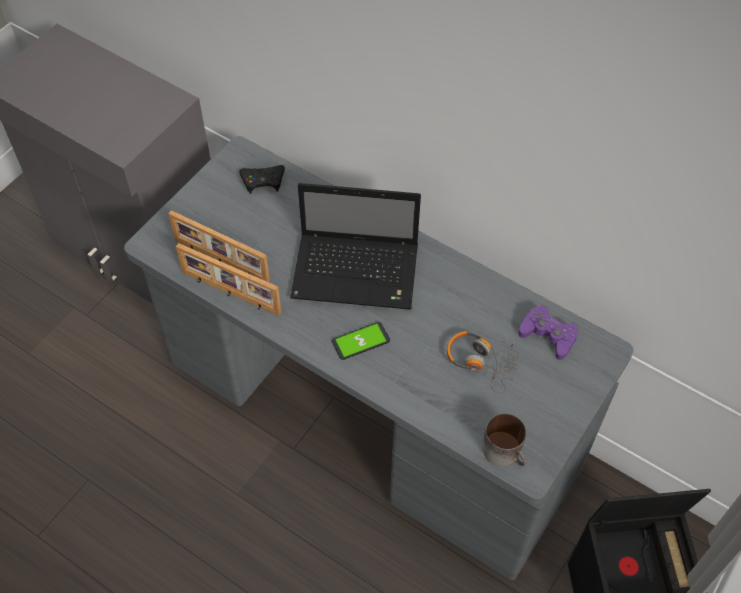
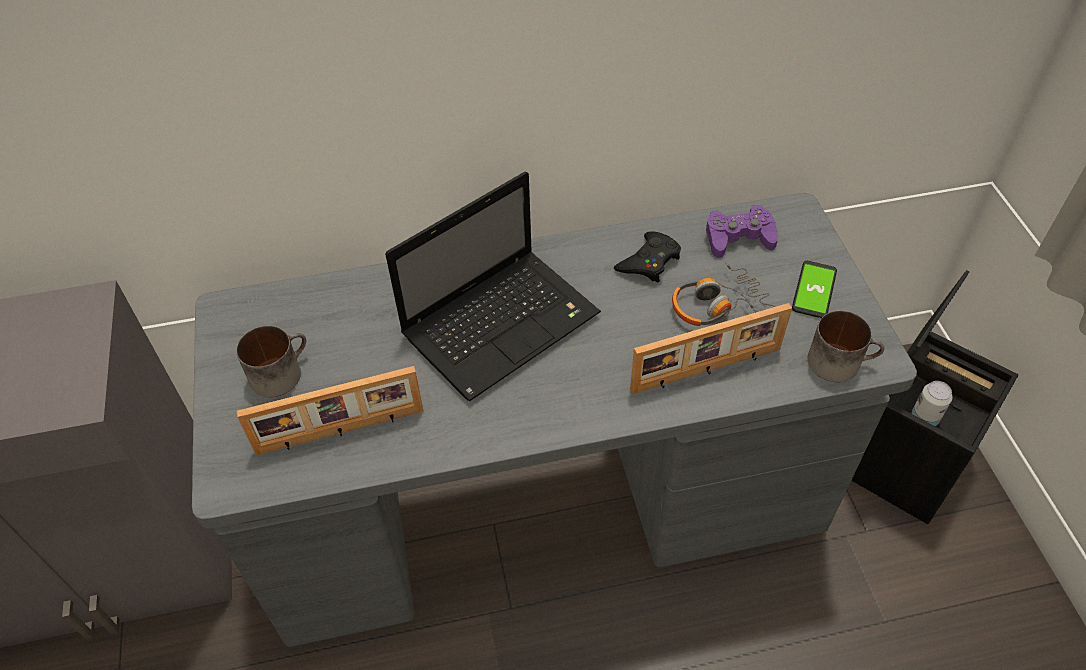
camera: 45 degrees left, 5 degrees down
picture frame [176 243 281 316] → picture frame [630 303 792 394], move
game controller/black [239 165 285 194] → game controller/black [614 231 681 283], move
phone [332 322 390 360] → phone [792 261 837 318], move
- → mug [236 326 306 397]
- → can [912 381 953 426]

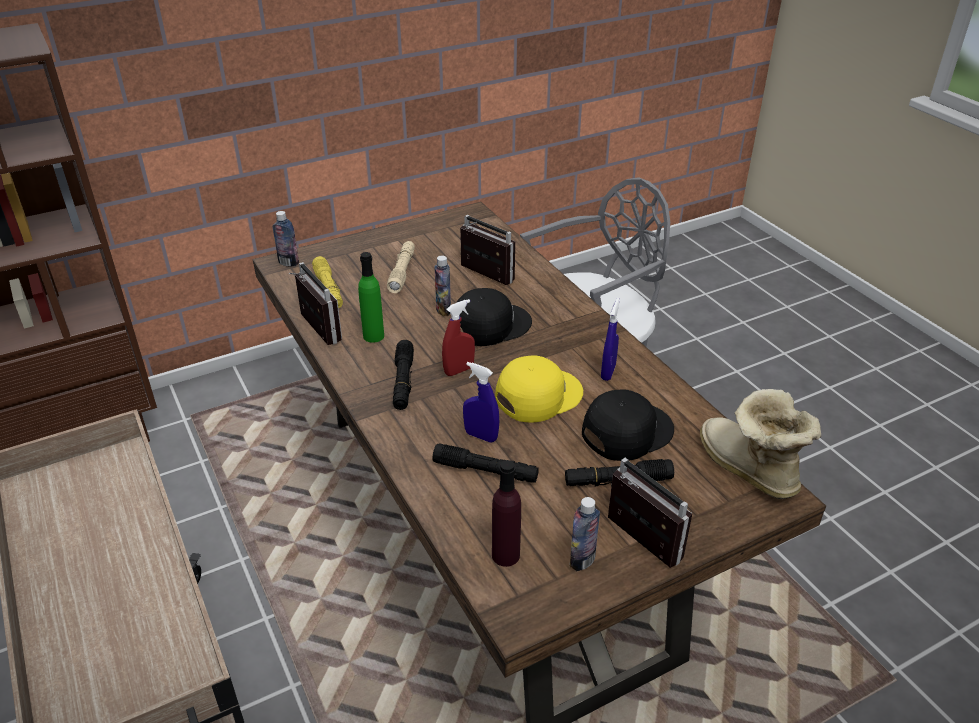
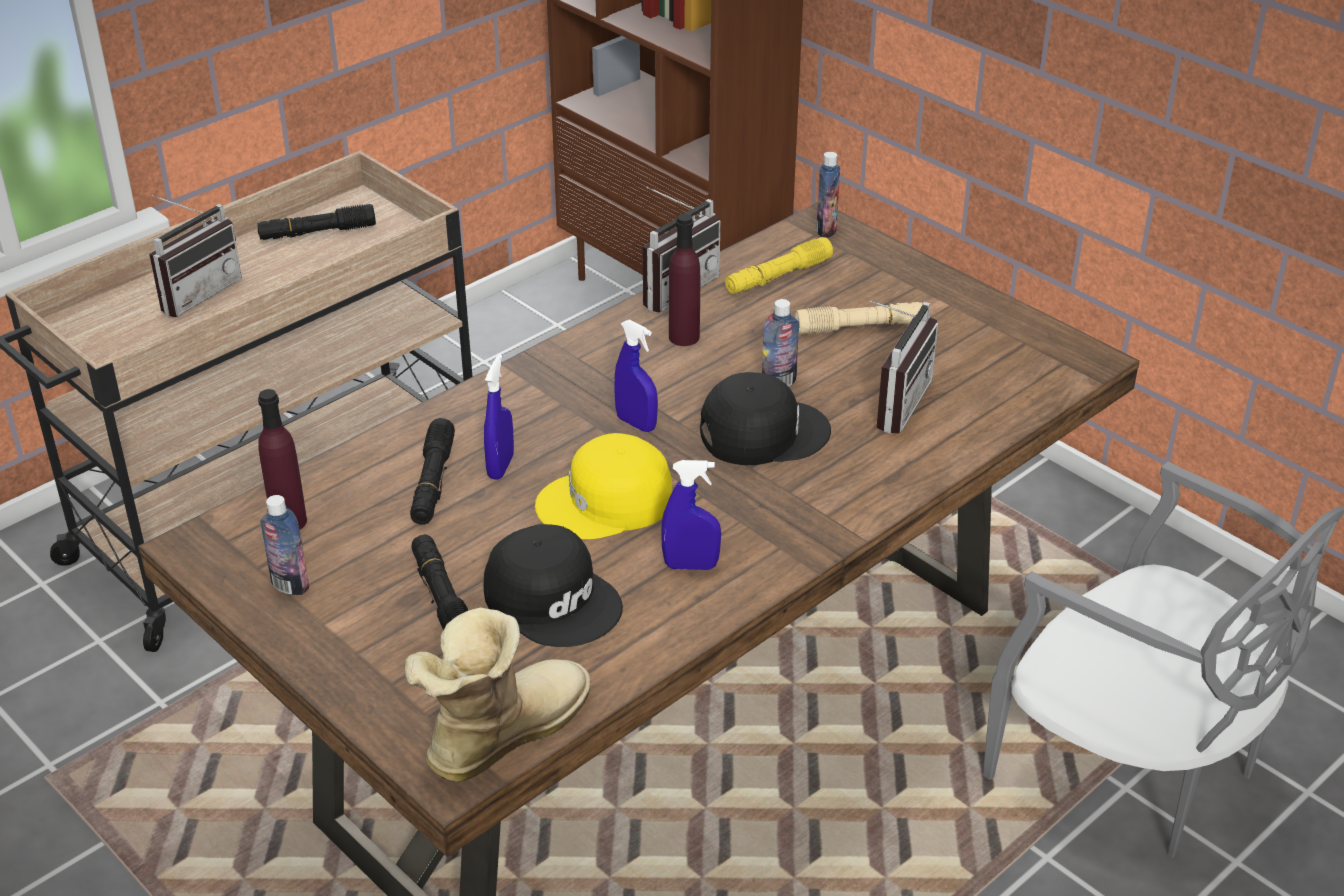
camera: 75 degrees right, 0 degrees up
bottle/green [358 252 384 343] → bottle/purple [669 214 700 346]
flashlight/black [393 340 414 410] → flashlight/black [257 204 376 240], move
spray bottle/red [442 299 475 376] → spray bottle/blue [614 320 658 432]
cap/black [451 288 532 346] → cap/black [700 372 831 465], 60 degrees counterclockwise
cap/yellow [495 356 583 422] → cap/yellow [535 433 672 539], 120 degrees clockwise
radio [608 458 692 568] → radio [149 195 242 317], move

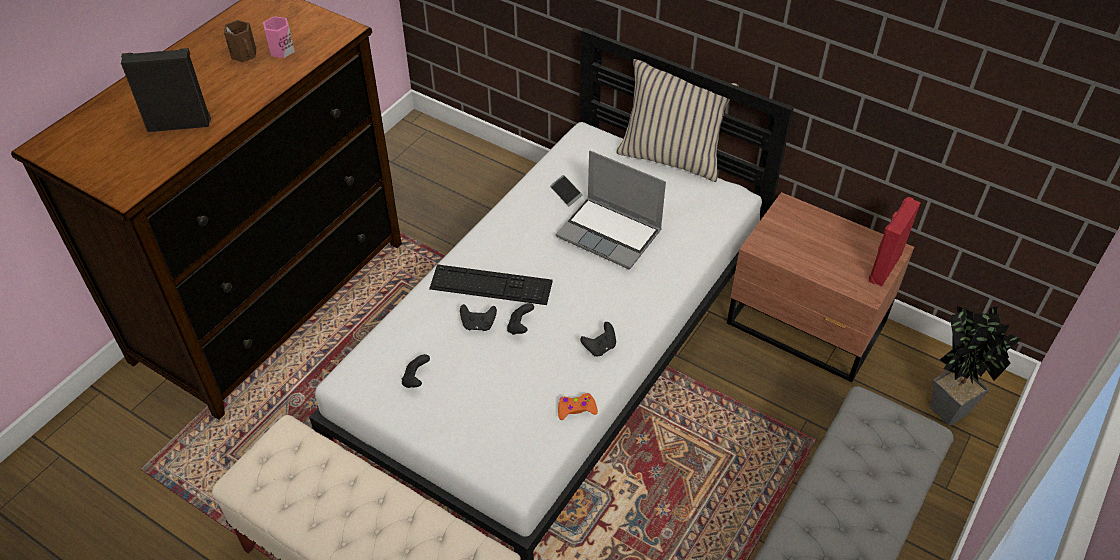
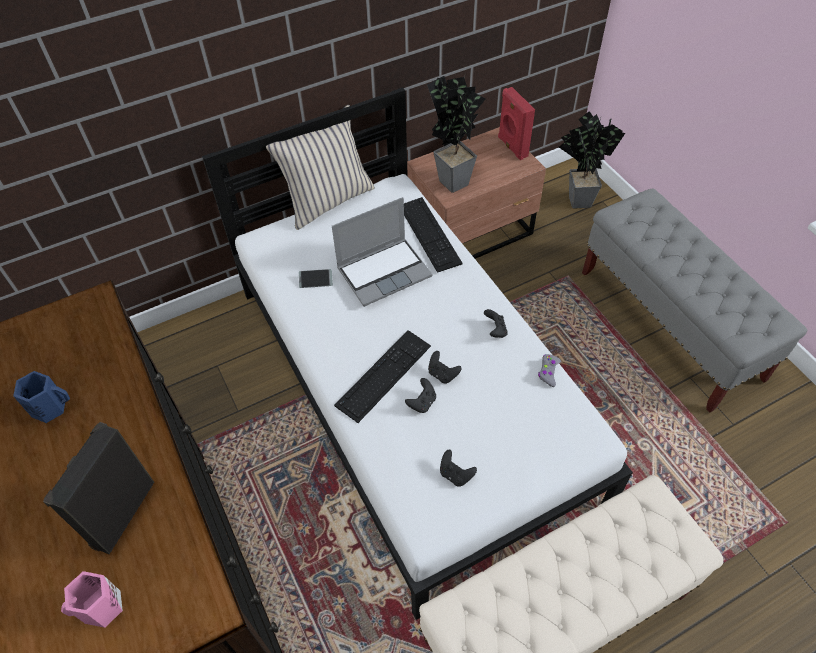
camera: 60 degrees left, 5 degrees up
mug/brown [224 20 256 62] → mug/blue [13 371 70 423]
mug/pink [263 16 295 58] → mug/pink [61 571 123 628], move
game controller/orange [558 393 598 420] → game controller/grey [538 354 561 387]
- → keyboard [404 197 462 273]
- → potted plant [427 76 486 193]

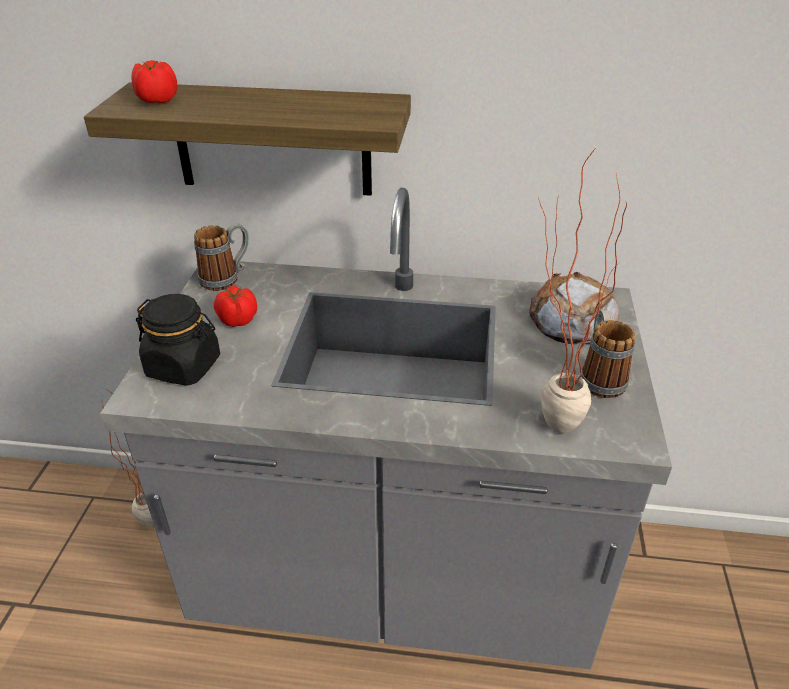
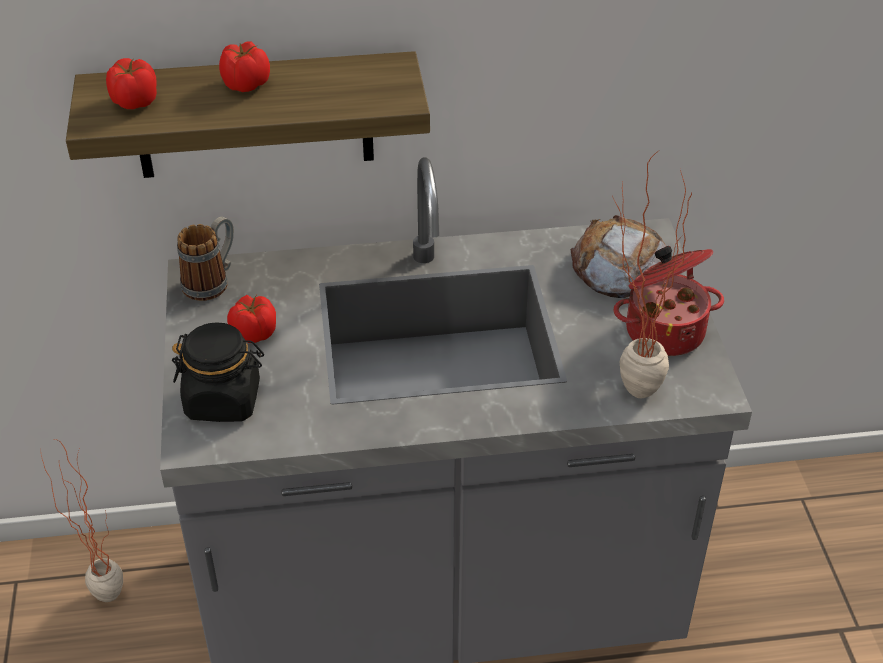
camera: 15 degrees left, 5 degrees up
mug [580 310 635 398] → cooking pot [614 246 724 356]
- → tomato [219 41 270 92]

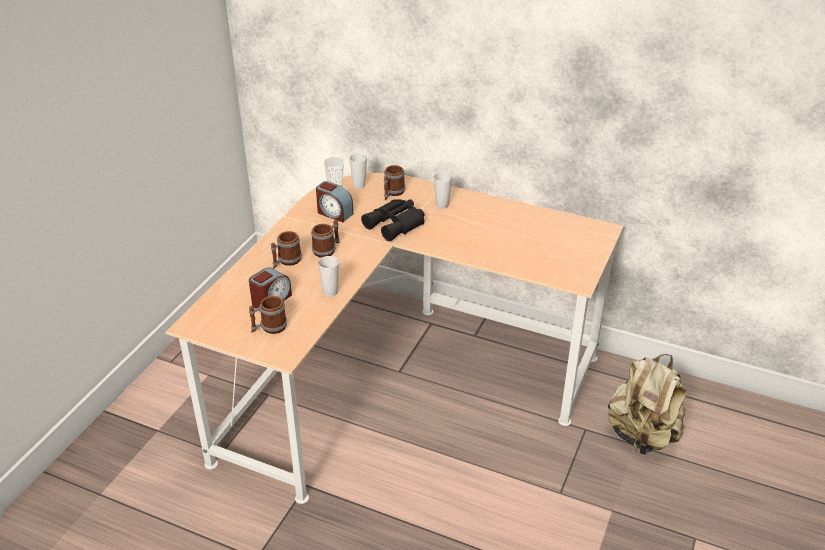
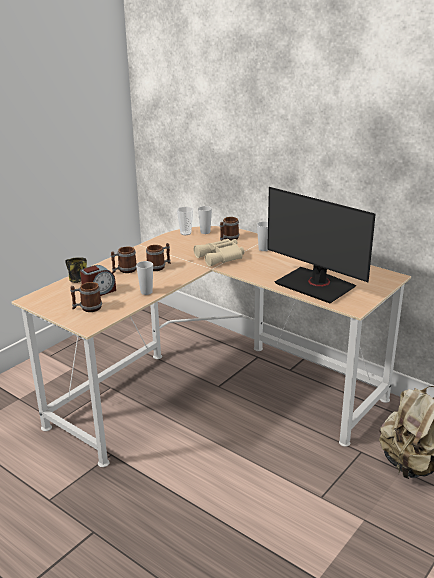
camera: 15 degrees right, 10 degrees down
alarm clock [316 181 353 222] → -
binoculars/black [361 199 424 241] → binoculars/beige [194 239 244 267]
- → mug [65 257 87 283]
- → monitor [267 187 376 303]

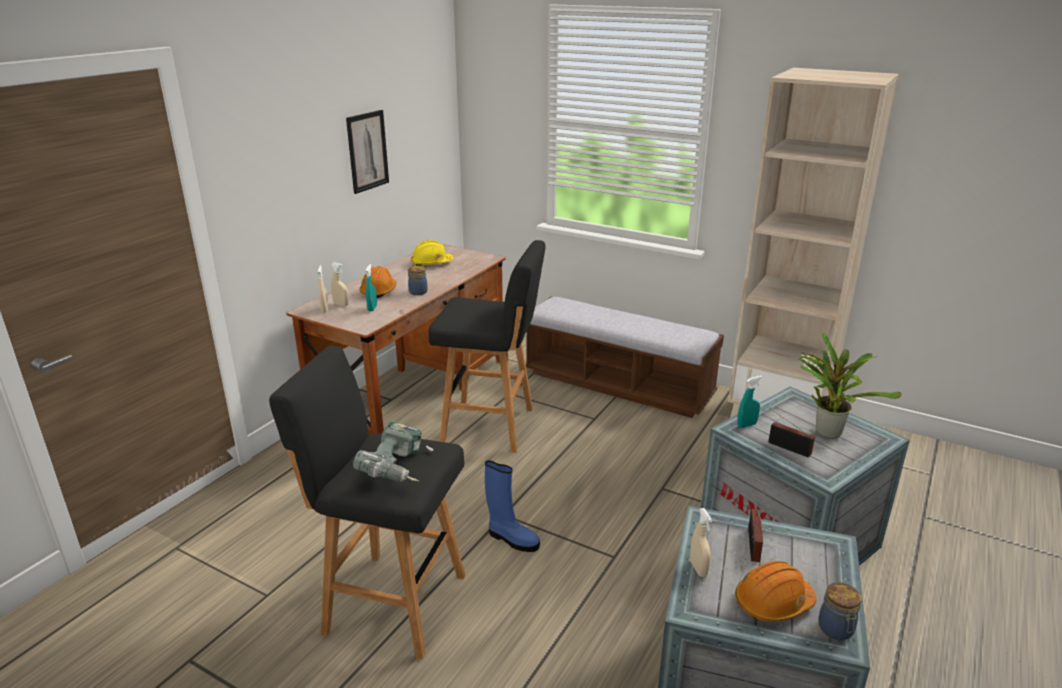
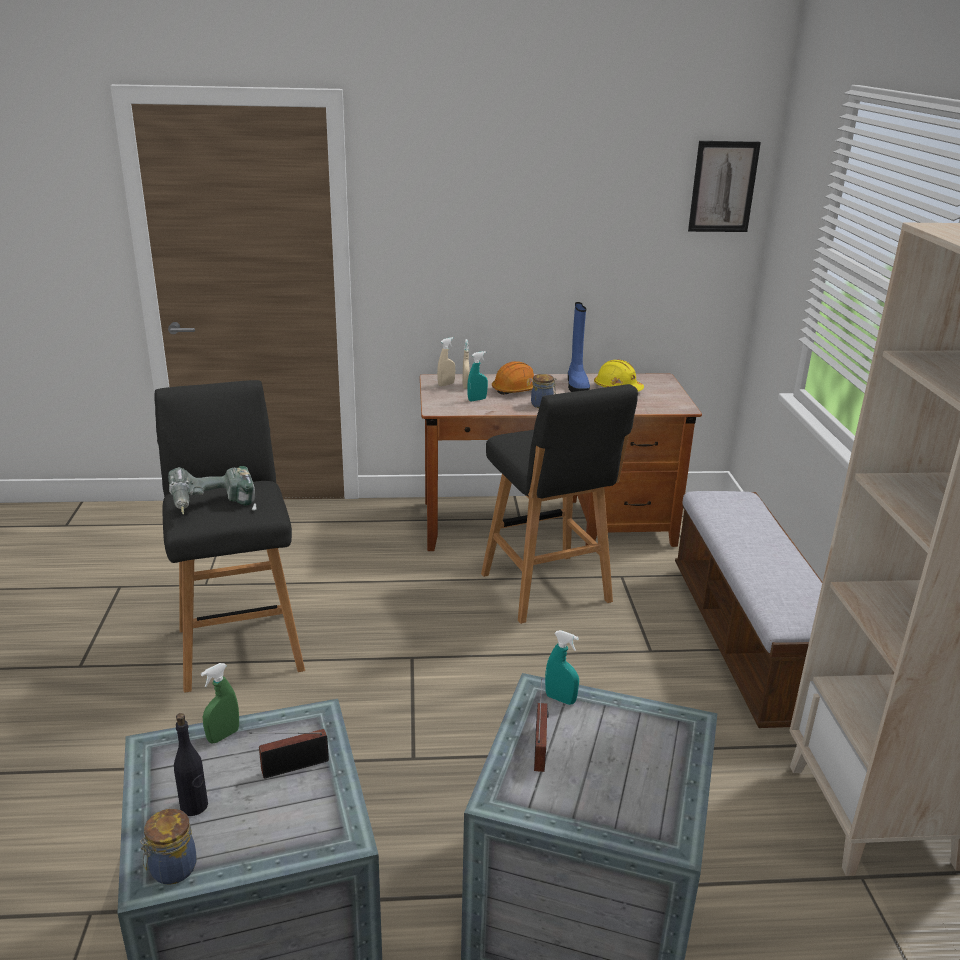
camera: 55 degrees right, 0 degrees up
picture [346 110 389 194] → picture [688 141 761 232], move
boot/blue [485 460 540 552] → boot/blue [568 302 590 392], move
spray bottle/beige [690 508 712 577] → spray bottle/green [201 663 239 744]
hard hat/orange [735 561 816 622] → bottle/black [174 713 208 816]
potted plant [798 333 902 439] → -

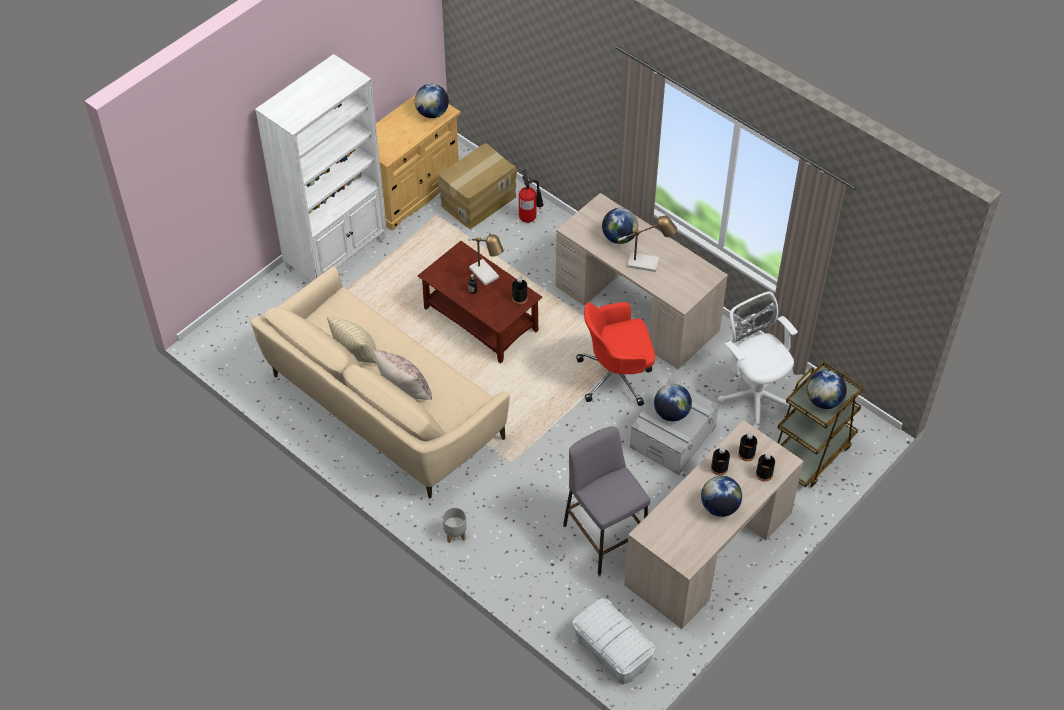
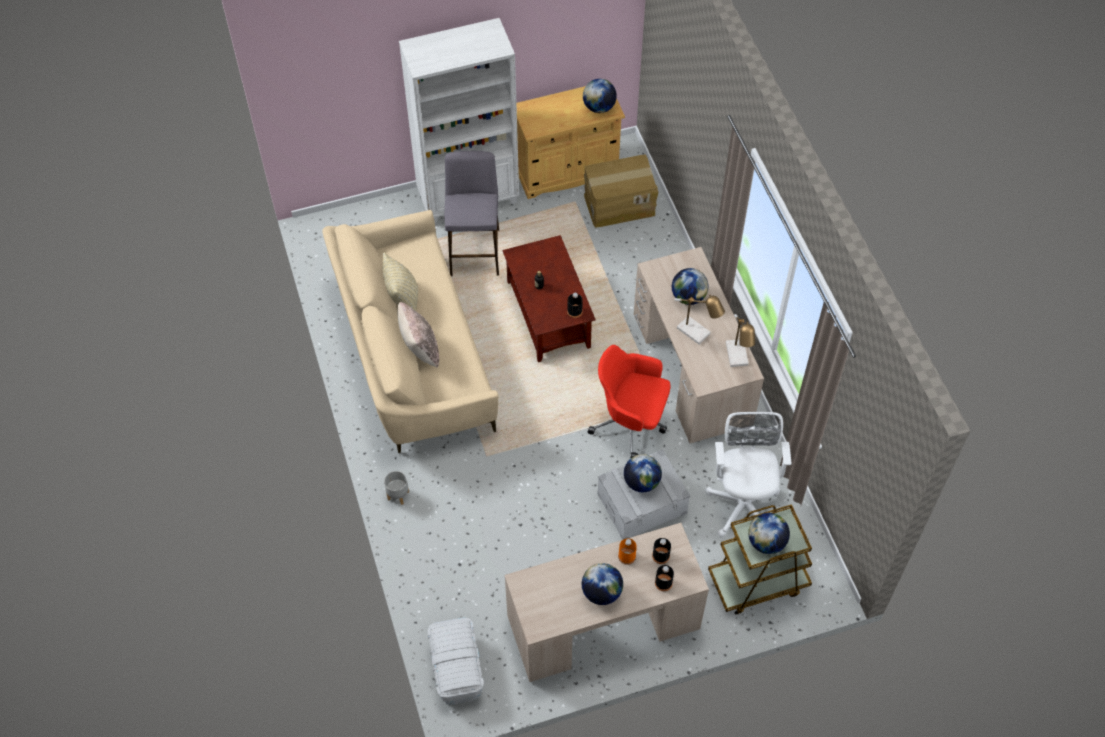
camera: 30 degrees right, 5 degrees up
table lamp [468 233 504 286] → table lamp [726 314 755 367], move
fire extinguisher [519 169 544 223] → -
stool/grey [563 426 650 575] → stool/grey [445 151 499 276], move
bottle/black [711 447 730 475] → bottle/orange [618 538 637 565]

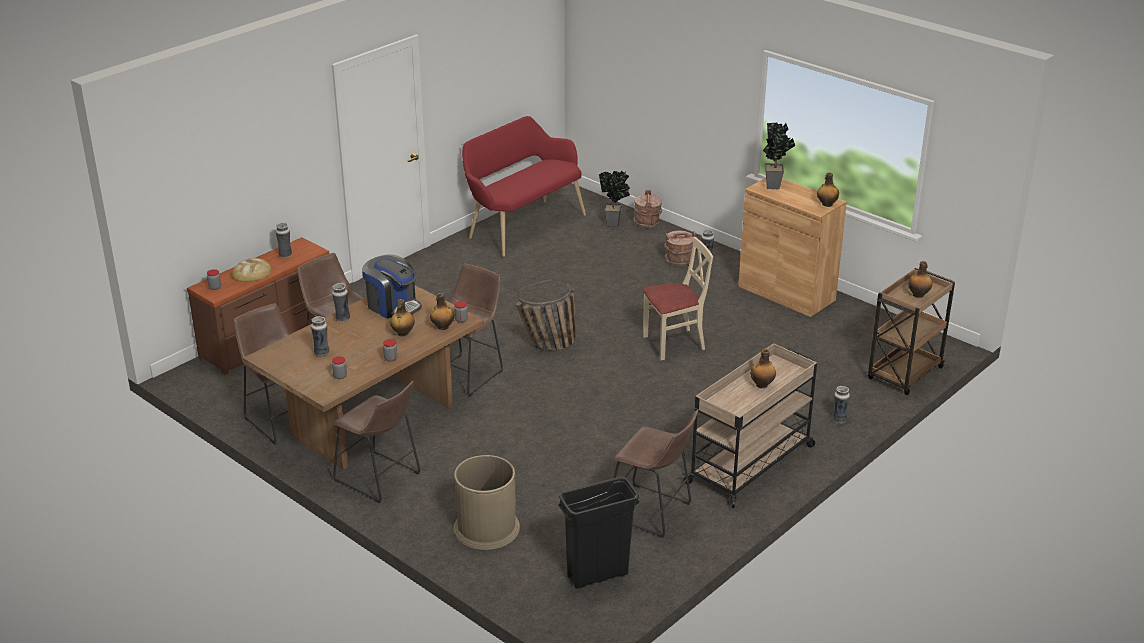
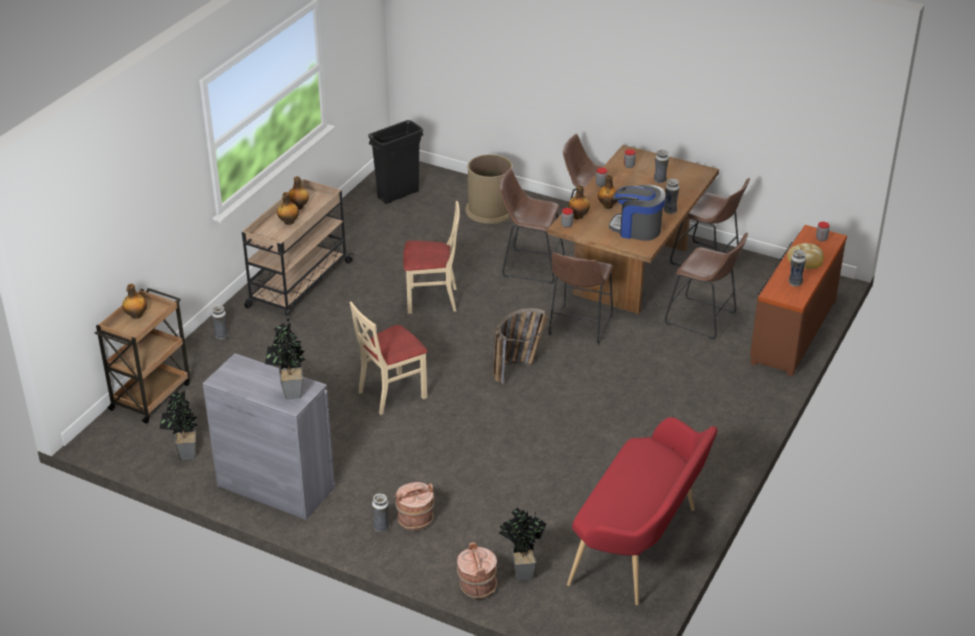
camera: 165 degrees right, 5 degrees up
stool/brown [614 410 698 538] → stool/brown [500 168 564 284], move
cabinet/brown [738 178 847 317] → cabinet/grey [203 353 335 520]
bottle [817 172 839 207] → bottle [288 176 309 210], move
- → potted plant [160 391 198 460]
- → chair/beige [403 201 460 314]

